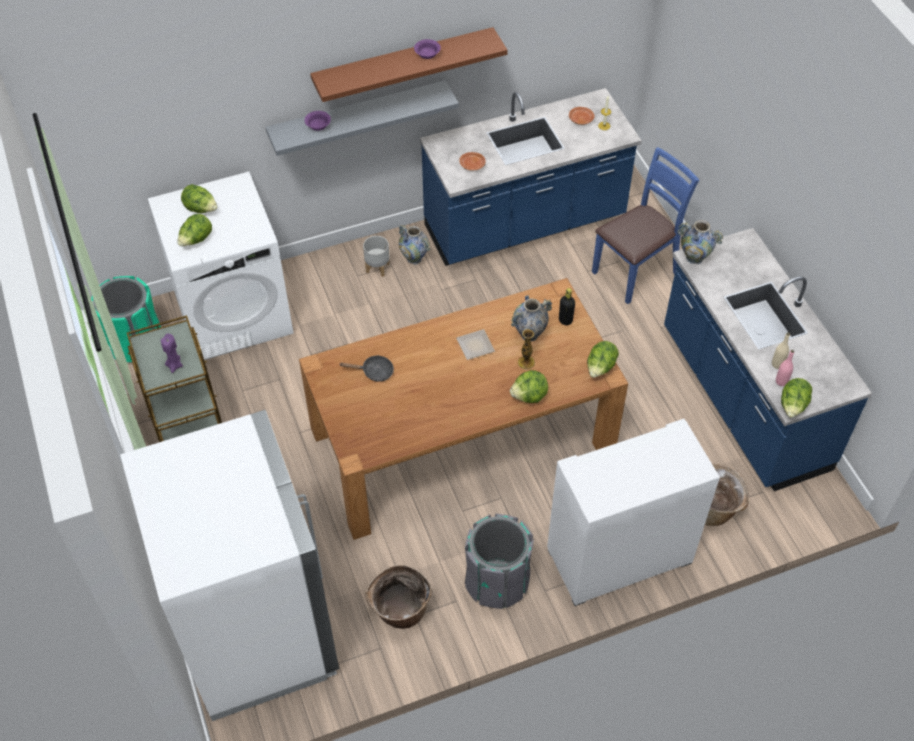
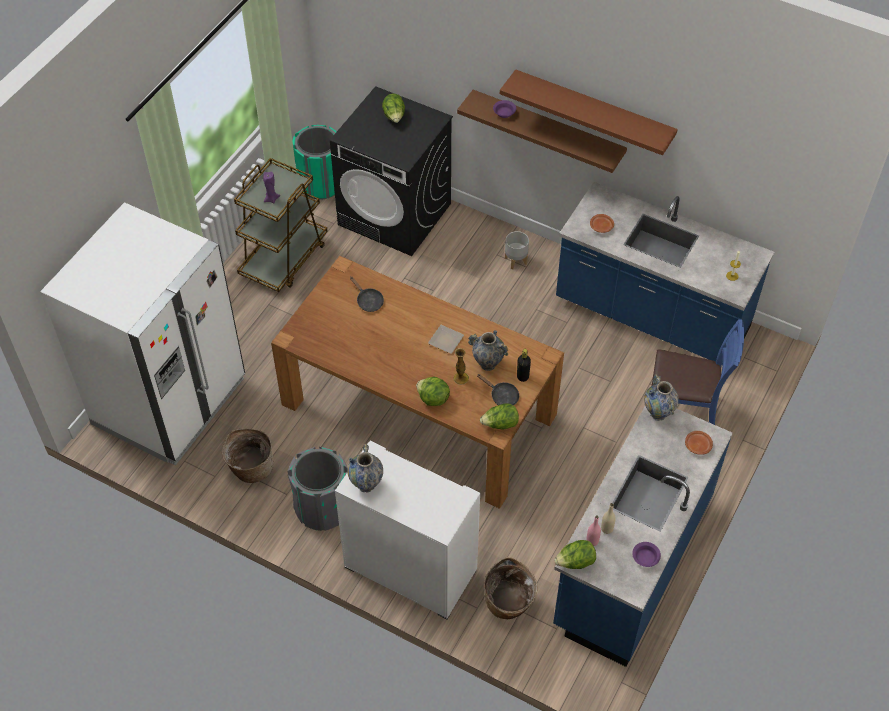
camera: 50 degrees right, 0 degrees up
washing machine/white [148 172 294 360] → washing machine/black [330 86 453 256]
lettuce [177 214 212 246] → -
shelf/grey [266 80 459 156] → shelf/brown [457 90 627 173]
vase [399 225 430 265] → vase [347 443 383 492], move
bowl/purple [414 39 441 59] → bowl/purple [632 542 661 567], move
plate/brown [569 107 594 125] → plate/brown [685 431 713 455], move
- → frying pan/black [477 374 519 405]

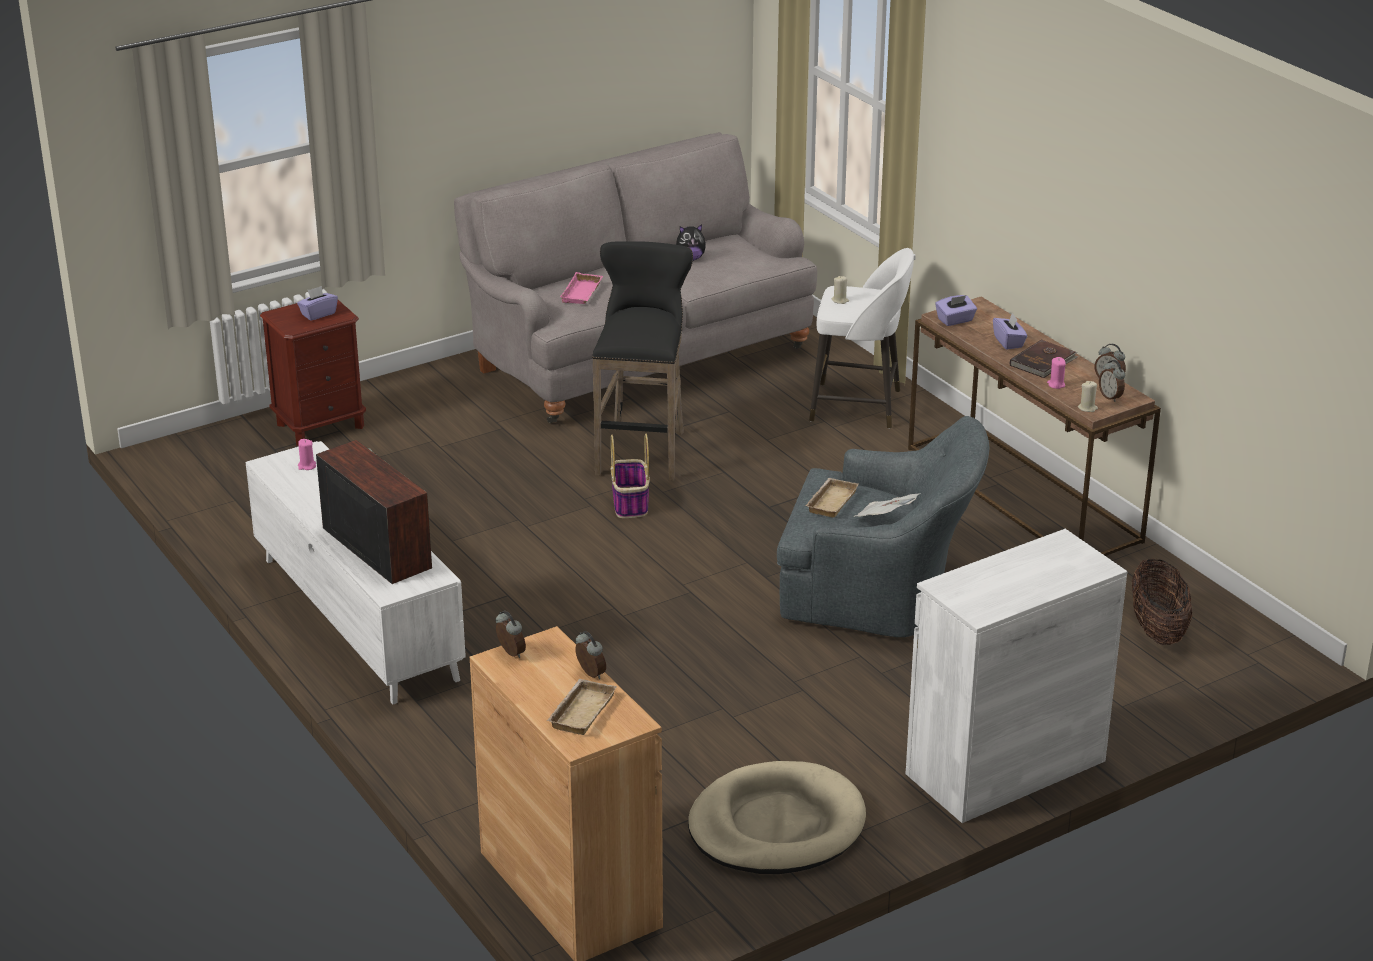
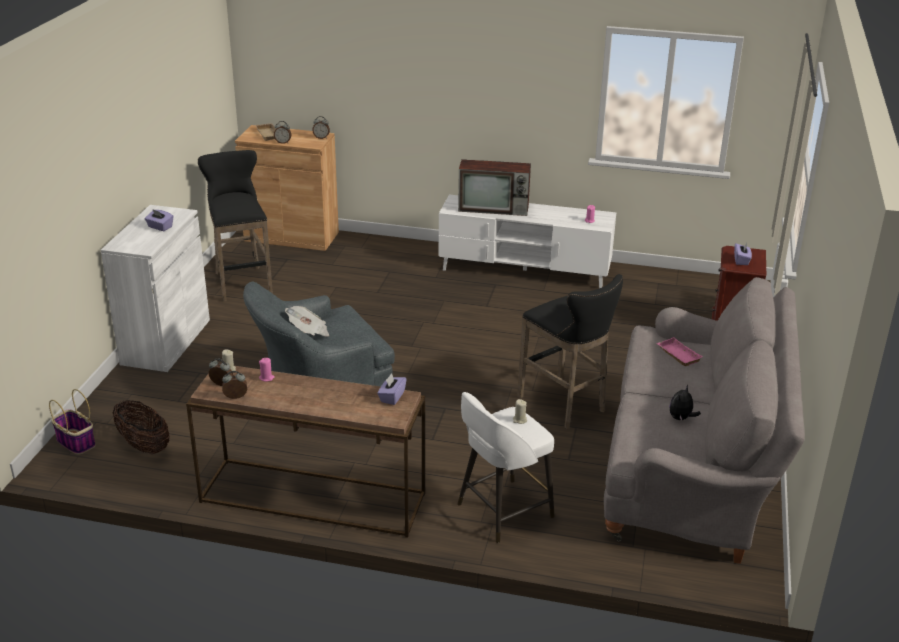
camera: 135 degrees right, 0 degrees up
basket [611 433 650 518] → basket [49 389 96 455], move
dog bed/beige [688 761 866 874] → stool/black [198 150 273 302]
tray/beige [805 478 859 518] → -
tissue box/purple [993 312 1027 350] → tissue box/purple [145 209 173 231], move
book/brown [1010 339 1078 378] → -

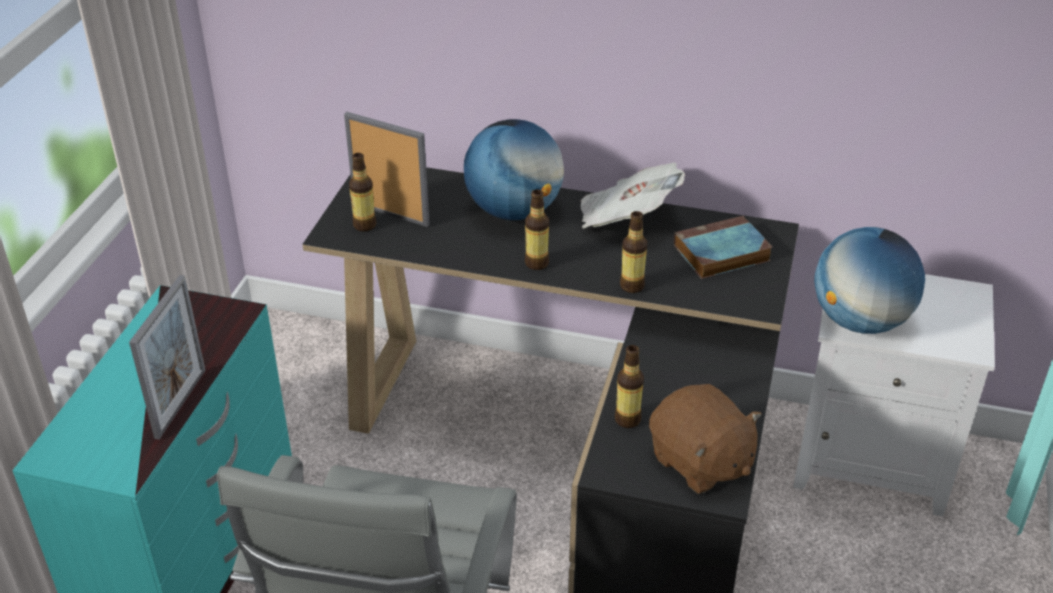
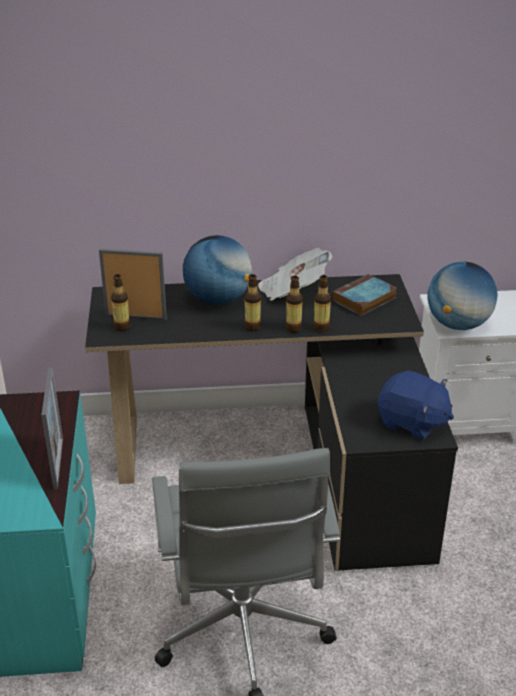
camera: 20 degrees left, 5 degrees down
bottle [615 345 644 428] → bottle [286 276 303 333], move
plush toy/brown [649 384 762 494] → plush toy/blue [378 370 454 440]

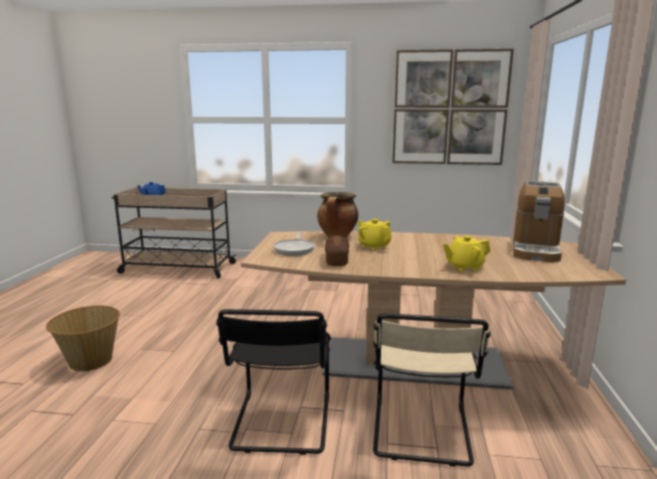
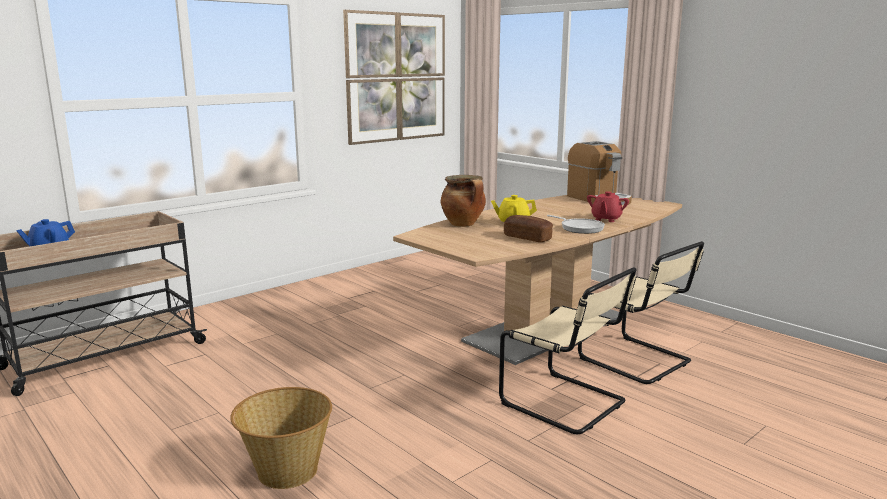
camera: 50 degrees left, 0 degrees up
chair/black [216 309 331 455] → chair/beige [499 267 636 434]
frying pan [273 232 315 256] → frying pan [547 215 605 234], move
teapot/yellow [443 236 491 272] → teapot/red [587 192 629 222]

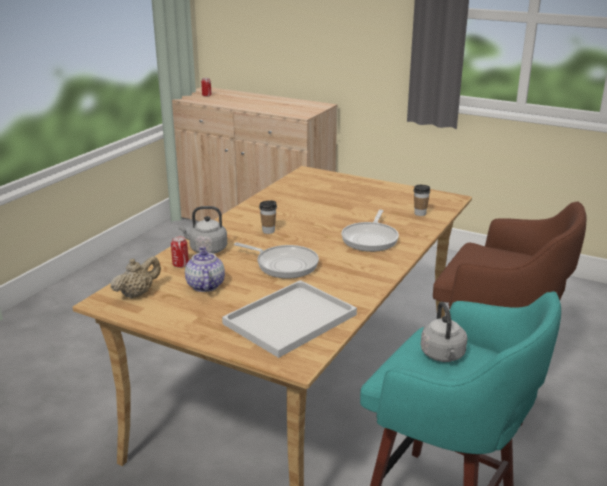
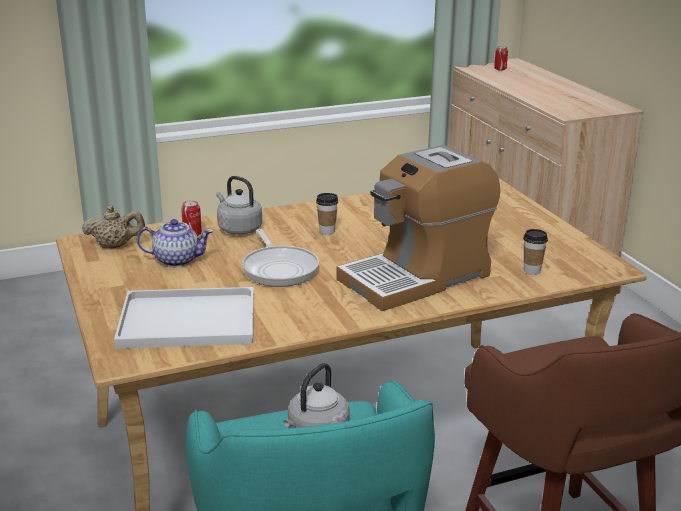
camera: 40 degrees right, 0 degrees up
teapot [185 246 225 292] → teapot [137 219 213 267], 60 degrees clockwise
frying pan [341 210 399 252] → coffee machine [336 145 501 311]

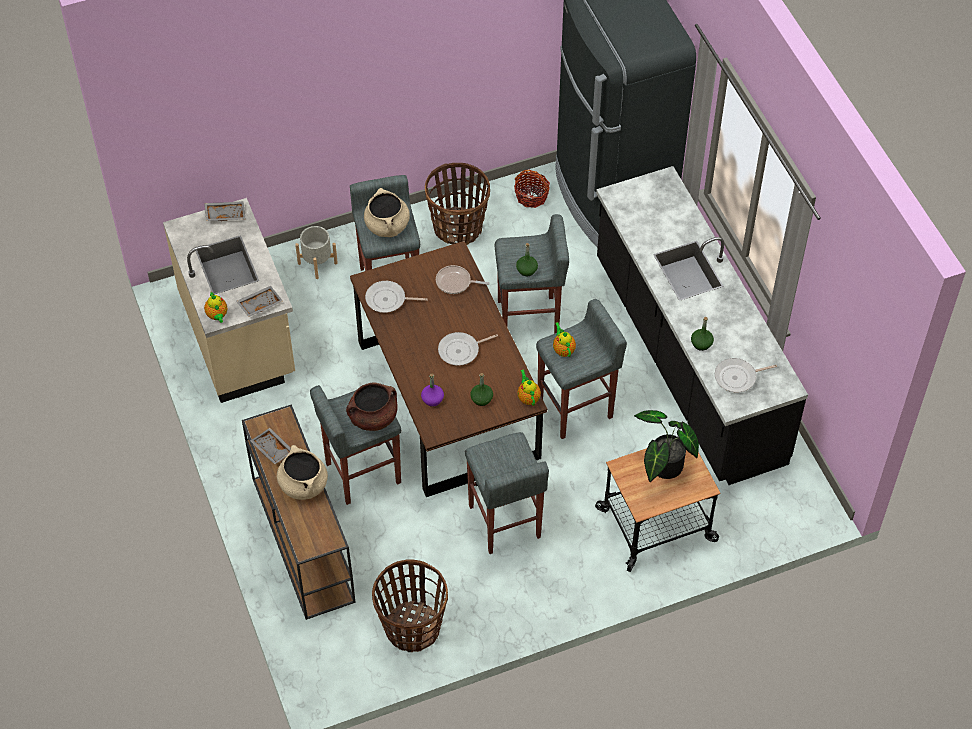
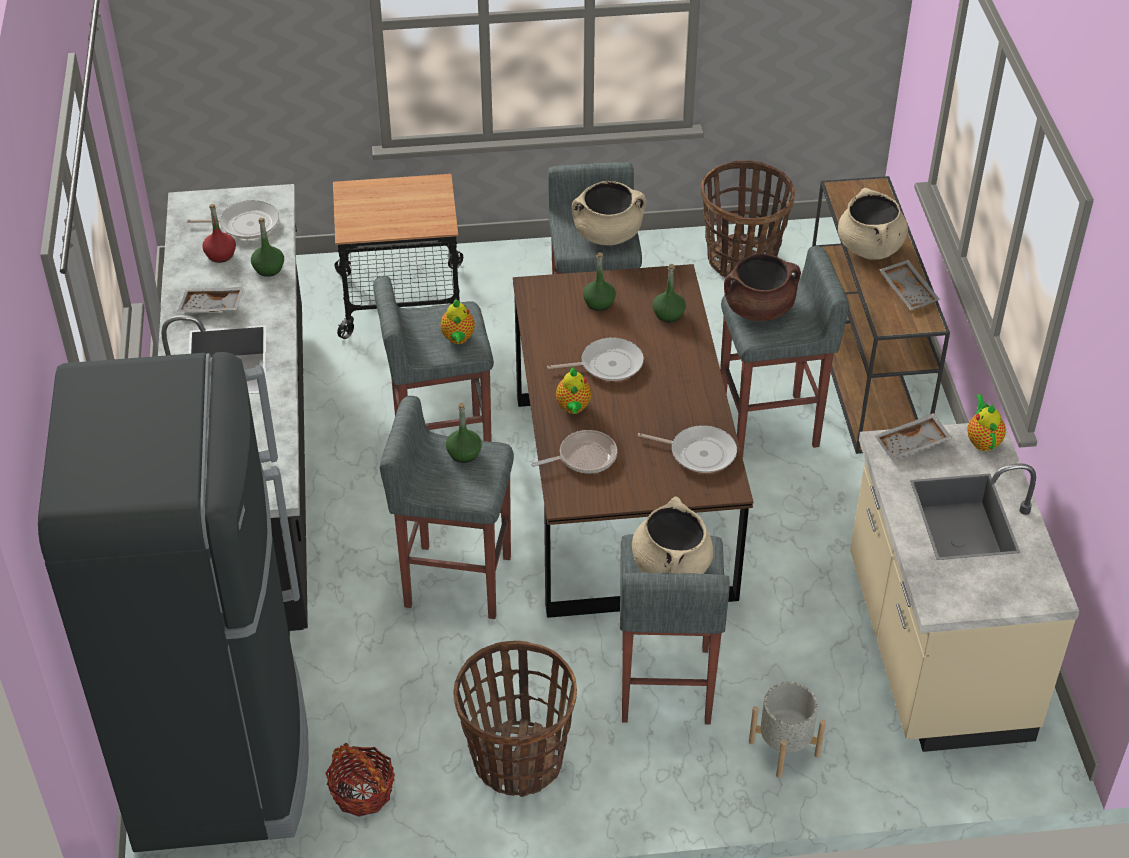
camera: 165 degrees left, 10 degrees down
tray/grey [204 201 246 221] → tray/grey [177 287 244 312], move
bottle/purple [421 374 444 407] → bottle/green [653 264 686 322]
frying pan [436 265 490 294] → frying pan [531 430 617 474], 45 degrees counterclockwise
teapot [517 369 541 406] → teapot [556 366 591 414], move
potted plant [634 410 699 482] → -
- → bottle/red [202 204 236 263]
- → cooking pot/beige [572 181 646 245]

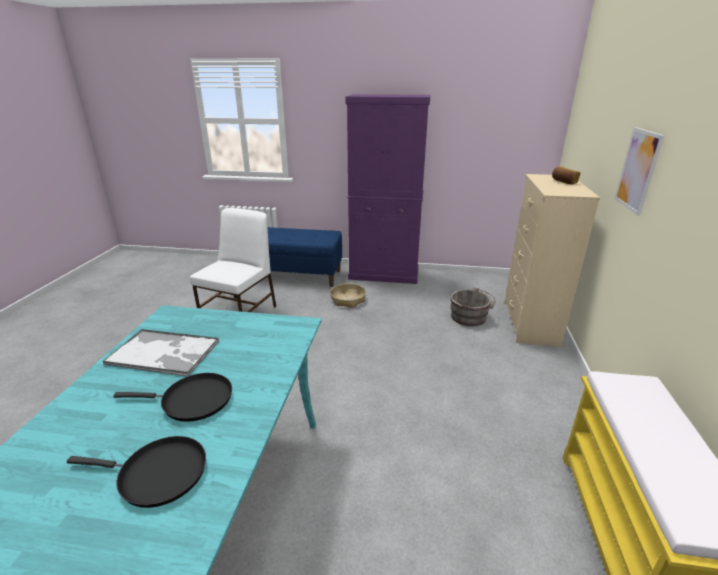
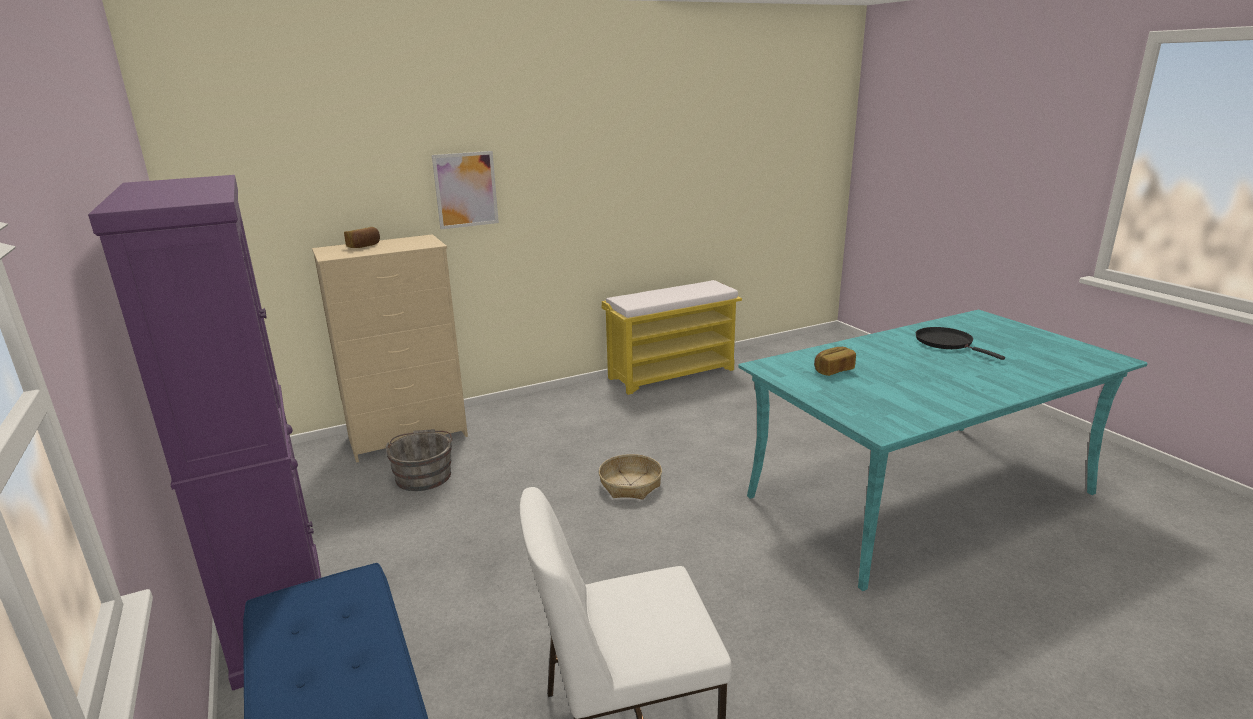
camera: 125 degrees left, 5 degrees down
tray [103 329 219 377] → -
frying pan/black [113 373 232 422] → -
basket [330 283 366 308] → basket [599 454 662 499], move
- → bread [814 347 856 376]

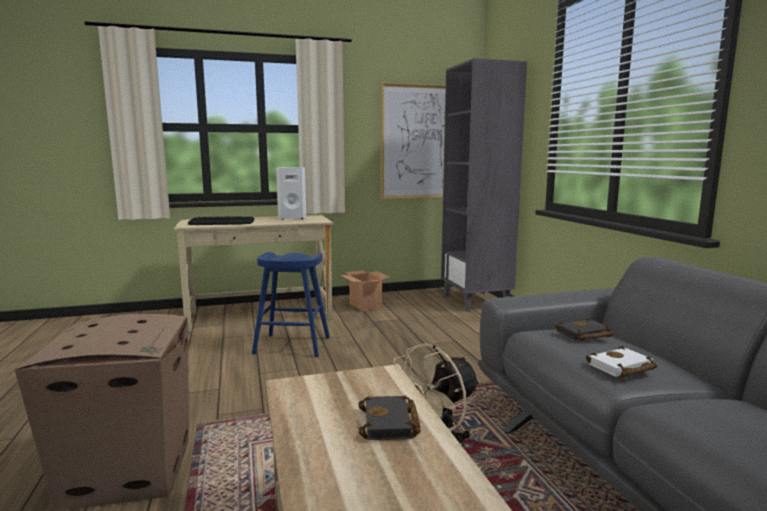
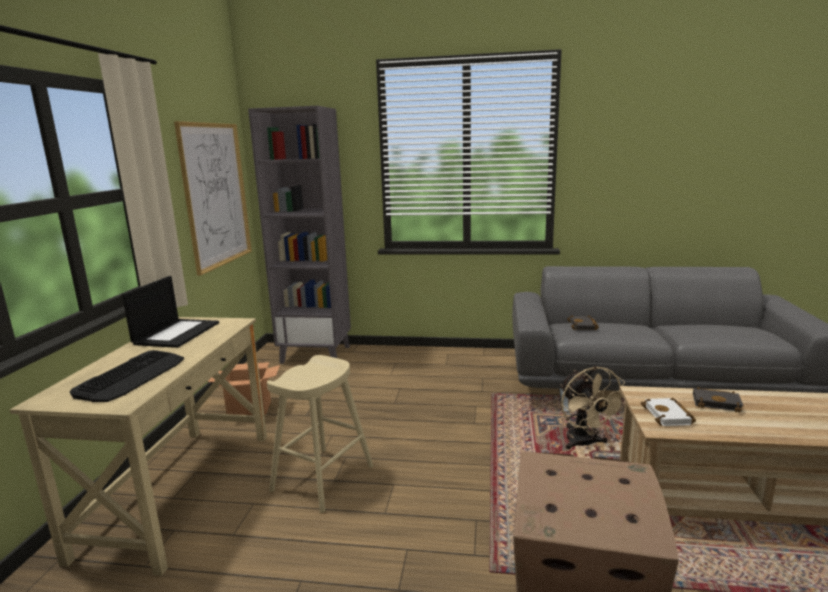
camera: 65 degrees left, 5 degrees up
stool/blue [252 252 330 357] → stool/beige [267 355 373 513]
speaker/white [276 167 306 220] → laptop [122 276 219 348]
book/white [586 346 657 378] → book/white [641 398 696 426], move

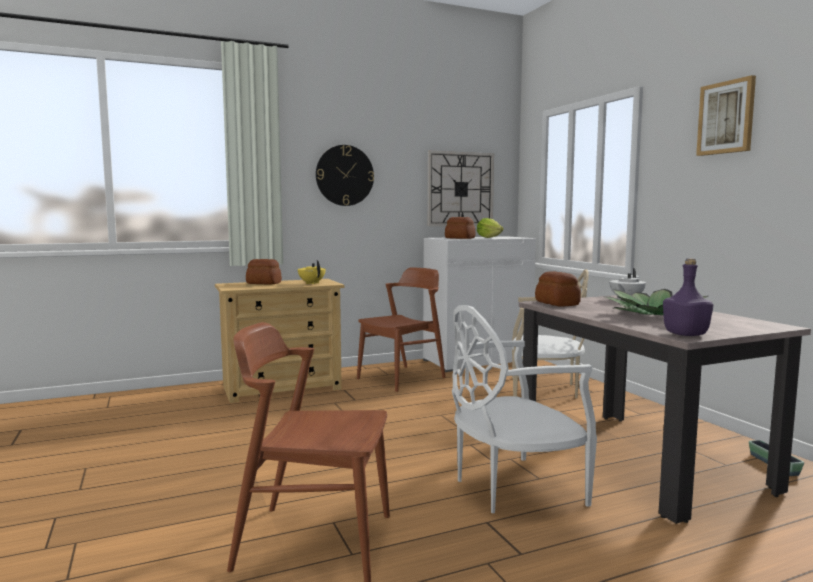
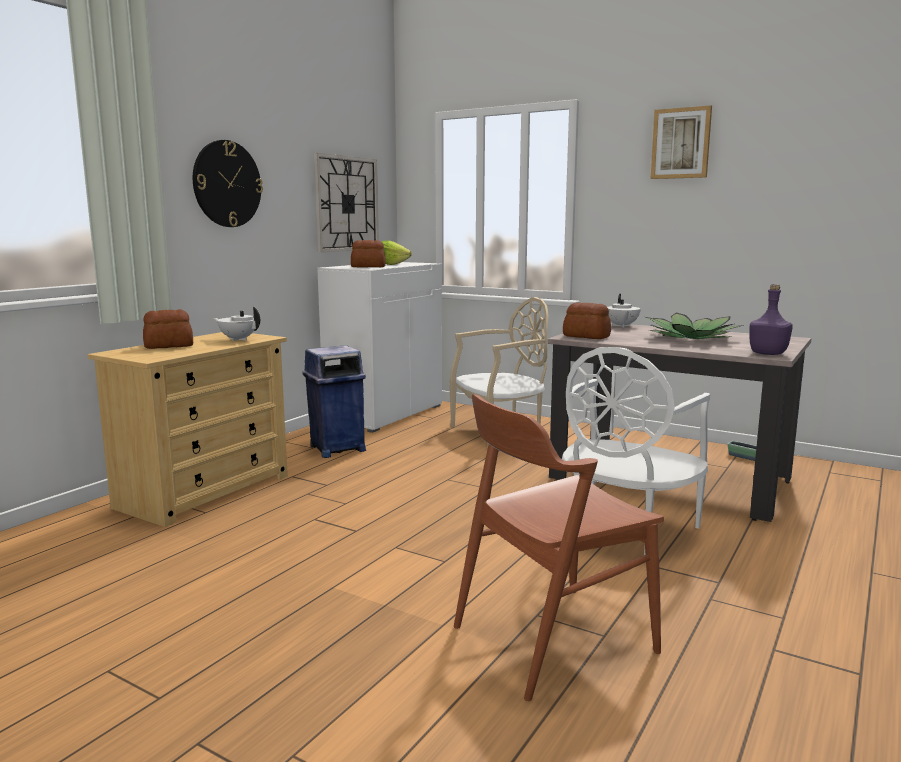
camera: 35 degrees left, 5 degrees up
teapot/yellow [298 260 326 284] → teapot/white [213 307 260 341]
chair/brown [357 267 446 392] → trash can/blue [302 345 366 458]

